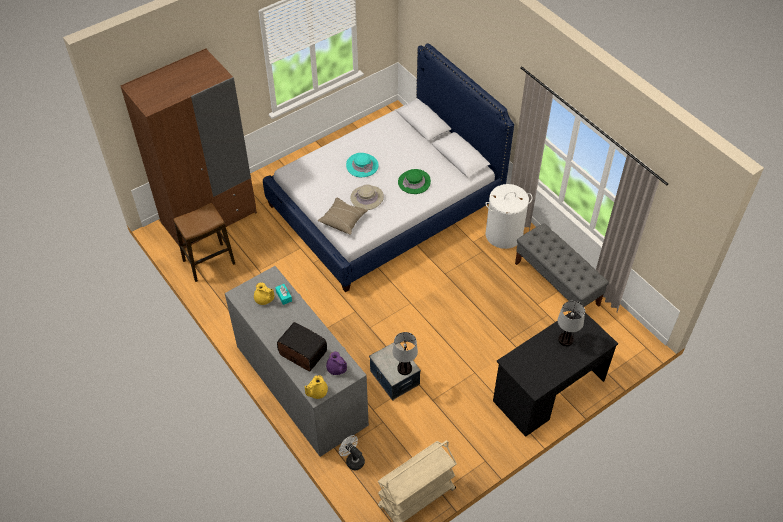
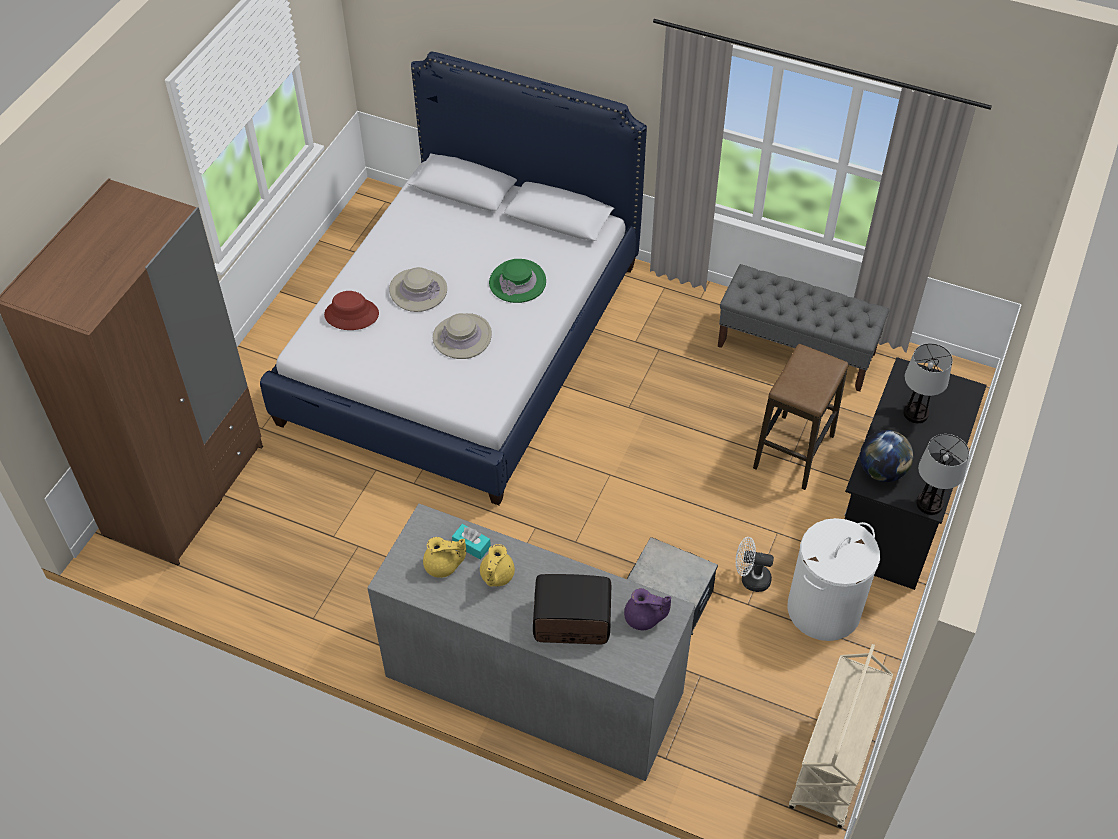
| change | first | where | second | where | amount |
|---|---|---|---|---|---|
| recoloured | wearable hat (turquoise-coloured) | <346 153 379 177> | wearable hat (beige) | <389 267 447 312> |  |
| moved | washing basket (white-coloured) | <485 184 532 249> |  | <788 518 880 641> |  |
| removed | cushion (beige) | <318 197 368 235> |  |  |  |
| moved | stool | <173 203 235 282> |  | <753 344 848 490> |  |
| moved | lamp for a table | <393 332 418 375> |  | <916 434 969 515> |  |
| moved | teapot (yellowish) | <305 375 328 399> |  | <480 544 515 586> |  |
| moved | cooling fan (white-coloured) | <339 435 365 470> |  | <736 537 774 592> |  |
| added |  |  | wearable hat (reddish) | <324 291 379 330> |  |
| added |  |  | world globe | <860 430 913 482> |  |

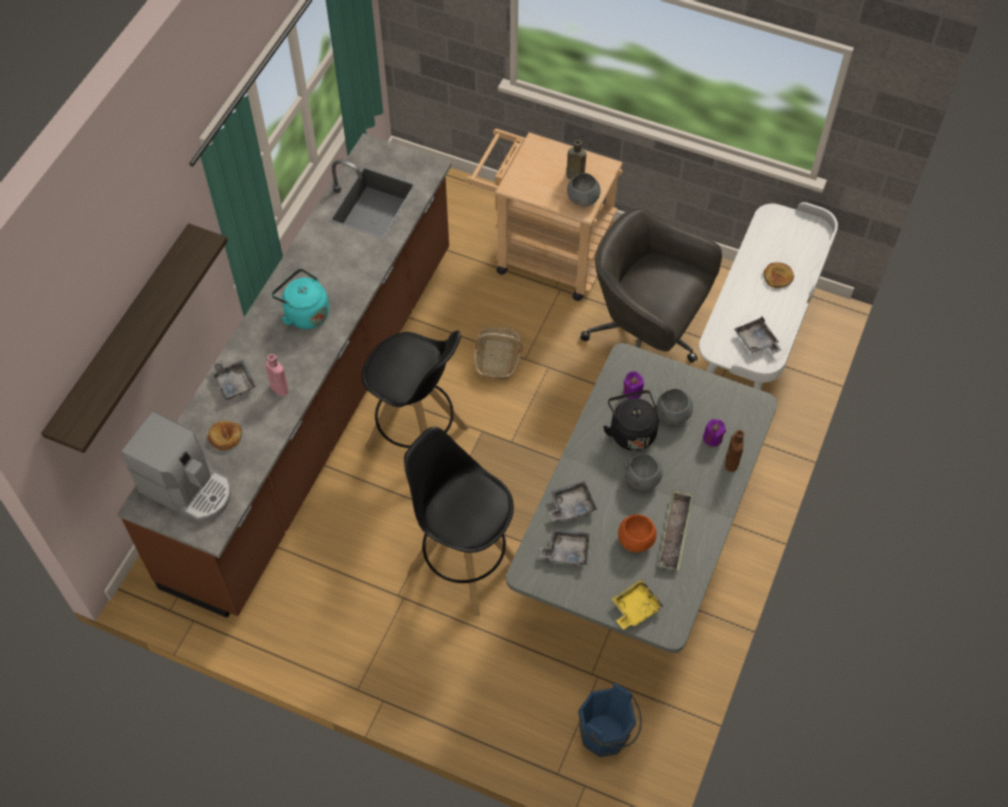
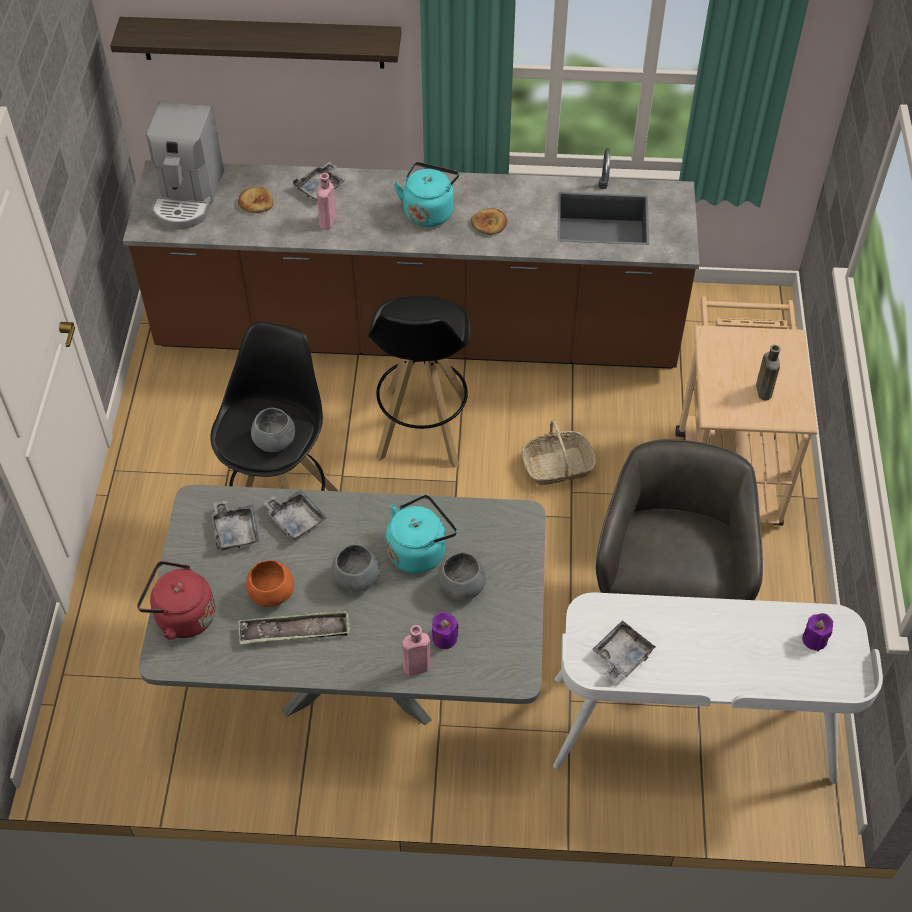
| change | first | where | second | where | amount |
|---|---|---|---|---|---|
| moved | deep dish (gray) | <567 173 601 206> |  | <251 408 295 452> |  |
| moved | bakery bread | <763 262 794 288> |  | <471 208 508 235> |  |
| moved | wax light (purple) | <623 371 644 399> |  | <802 613 833 651> |  |
| recoloured | water kettle (black) | <603 390 659 451> | water kettle (turquoise-coloured) | <386 494 457 574> |  |
| recoloured | drink bottle (brownish) | <726 430 744 472> | drink bottle (pinkish) | <402 625 431 676> |  |
| replaced | tray (yellowish) | <612 579 663 630> | water kettle (reddish) | <137 561 215 640> |  |
| removed | pail (bluish) | <578 682 642 757> |  |  |  |

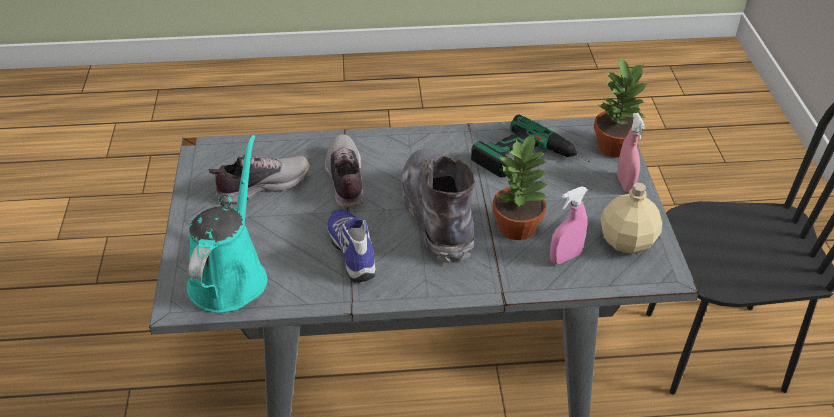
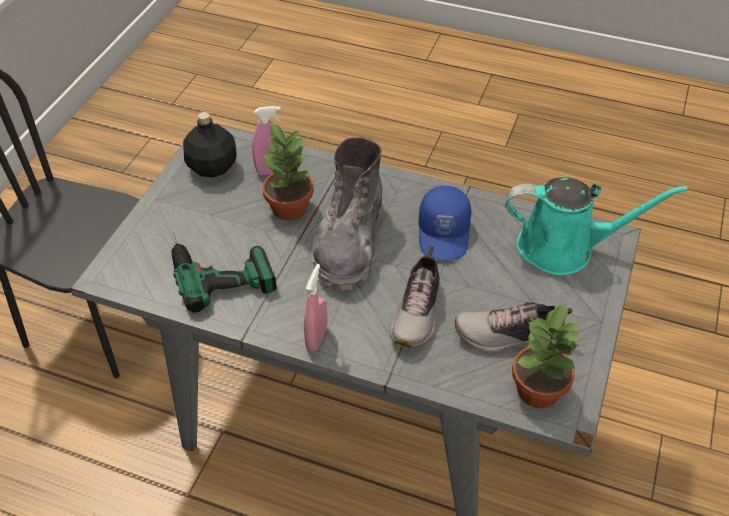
| change | first | where | second | where | amount |
|---|---|---|---|---|---|
| moved | houseplant | <594 57 648 158> |  | <512 303 581 408> |  |
| moved | spray bottle (pinkish) | <617 113 645 193> |  | <304 264 327 352> |  |
| turned | watering pot (turquoise-coloured) | <187 135 267 313> |  | <505 177 688 275> | 120 degrees counterclockwise |
| recoloured | drink bottle (beige) | <601 183 662 254> | drink bottle (black) | <183 112 237 178> |  |
| replaced | item of footwear | <327 209 376 283> | cap (bluish) | <419 186 471 261> |  |

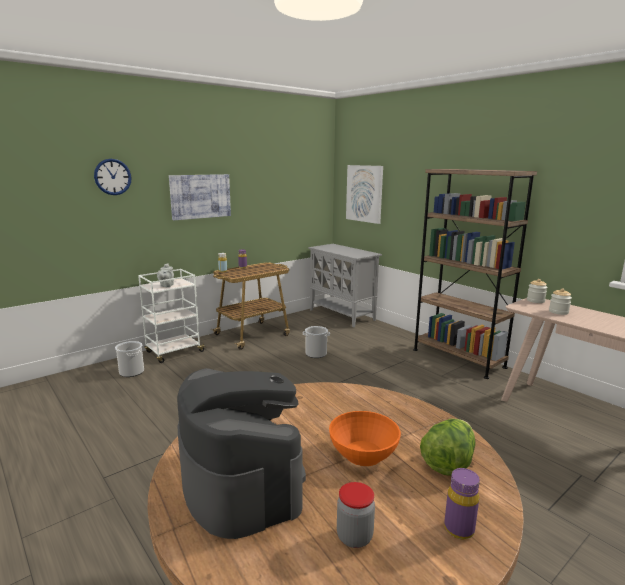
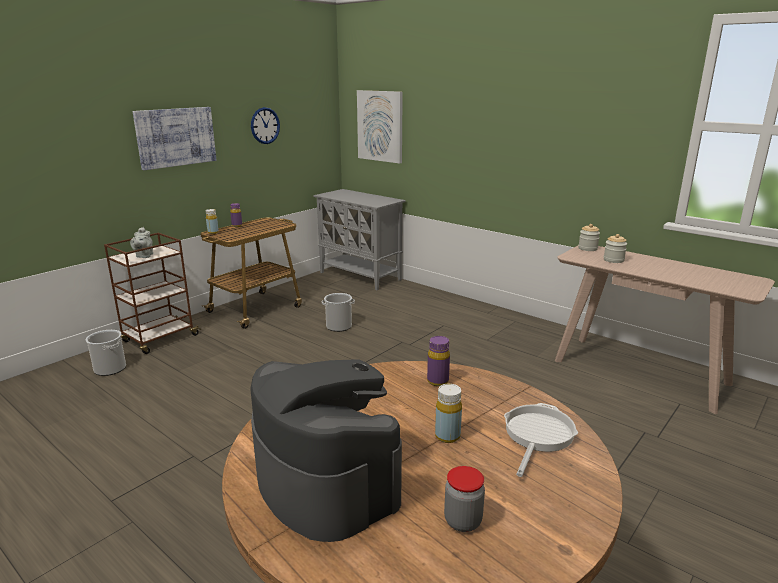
| change | first | where | second | where | amount |
|---|---|---|---|---|---|
| moved | hanging clock | <94 159 131 195> |  | <251 107 280 144> |  |
| removed | bookcase (brownish) | <413 169 537 379> |  |  |  |
| recoloured | trolley (white-coloured) | <138 269 206 363> | trolley (brownish) | <104 233 201 354> |  |
| replaced | deep dish (orangey) | <329 411 401 466> | drink bottle (yellowish) | <435 384 462 443> |  |
| replaced | head of lettuce | <420 419 476 476> | skillet | <504 403 578 477> |  |
| moved | drink bottle (purple) | <444 468 480 540> |  | <427 336 450 386> |  |

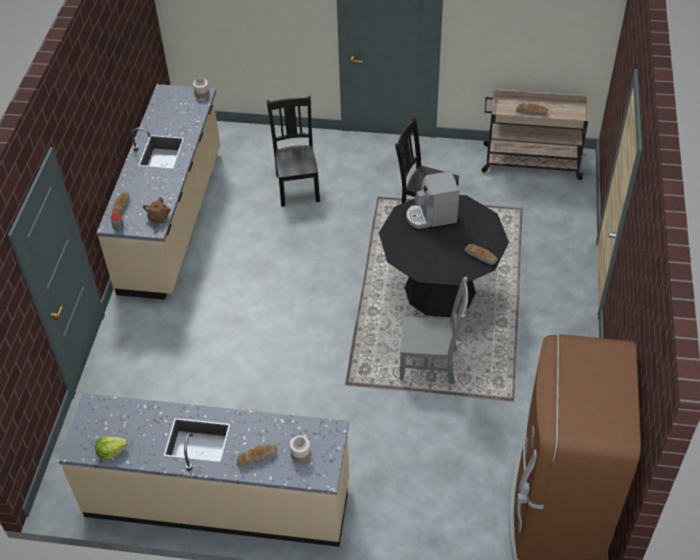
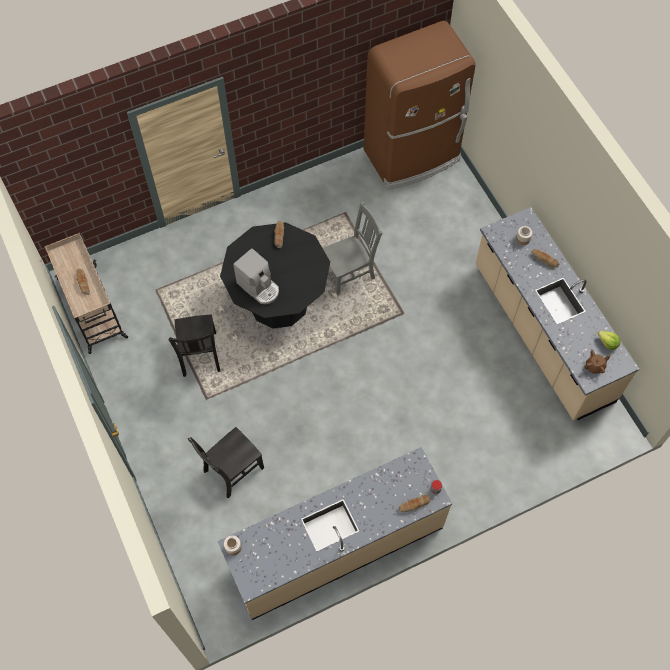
| change | first | where | second | where | amount |
|---|---|---|---|---|---|
| moved | teapot (brownish) | <143 197 171 223> |  | <584 350 611 374> |  |
| turned | plain chair (gray) | <400 277 468 385> |  | <323 201 382 295> | 90 degrees clockwise |

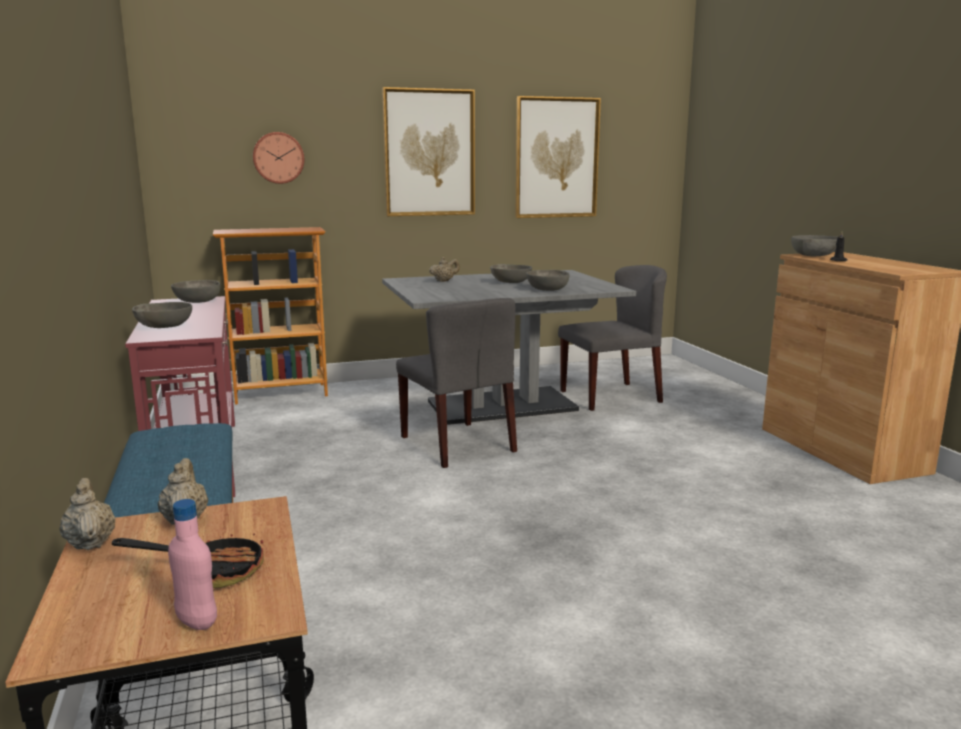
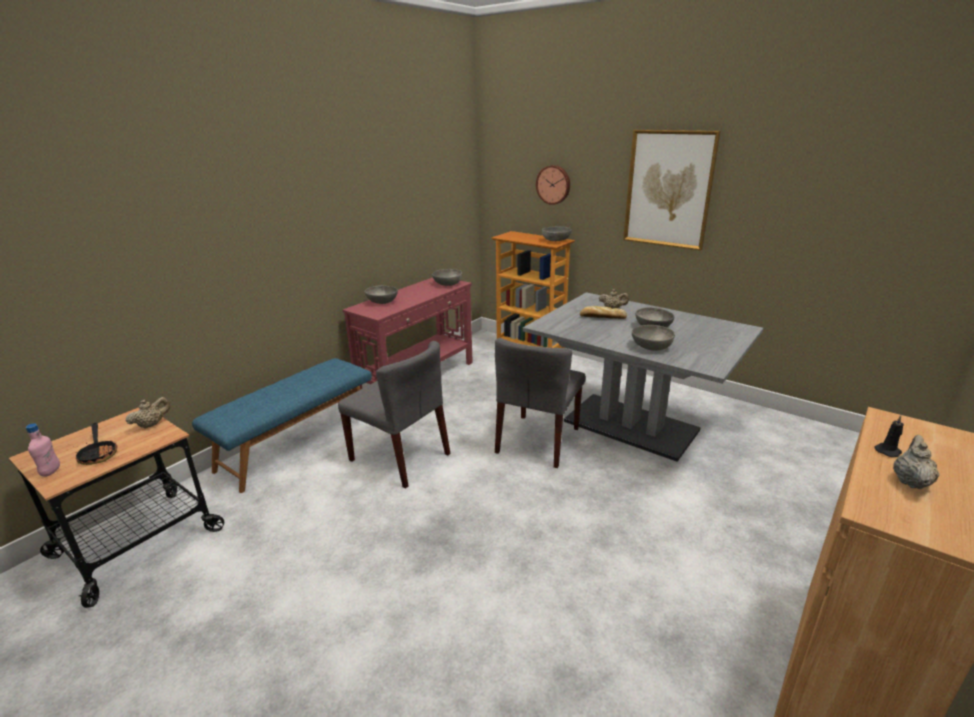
| change | first | where | second | where | amount |
|---|---|---|---|---|---|
| removed | wall picture | <515 96 601 218> |  |  |  |
| moved | deep dish (gray) | <791 235 838 256> |  | <542 226 572 241> |  |
| moved | plain chair (gray) | <558 265 667 411> |  | <338 341 451 488> |  |
| moved | teapot (beige) | <59 478 116 550> |  | <893 435 940 489> |  |
| added |  |  | bakery bread | <580 306 627 319> |  |

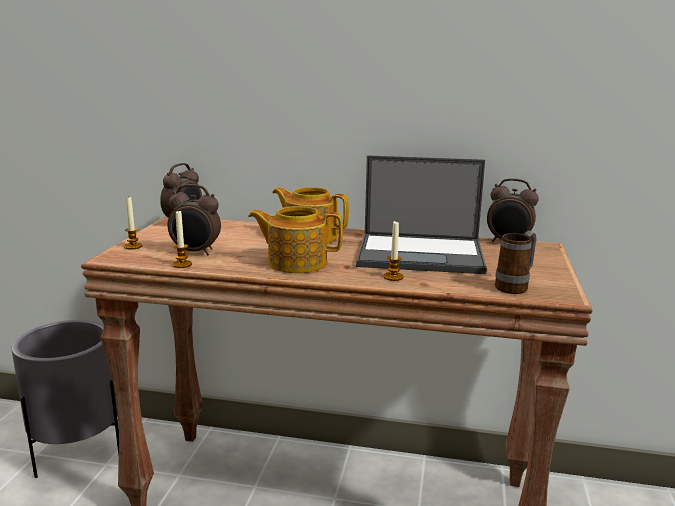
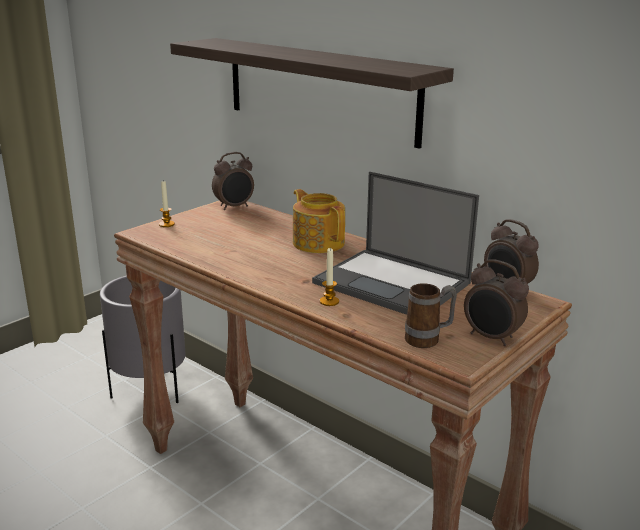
| change | first | where | second | where | amount |
|---|---|---|---|---|---|
| moved | table clock | <167 184 221 255> |  | <464 259 529 346> |  |
| removed | teapot | <248 206 343 273> |  |  |  |
| removed | wax light | <172 210 192 268> |  |  |  |
| added |  |  | bracket shelf | <170 38 454 149> |  |

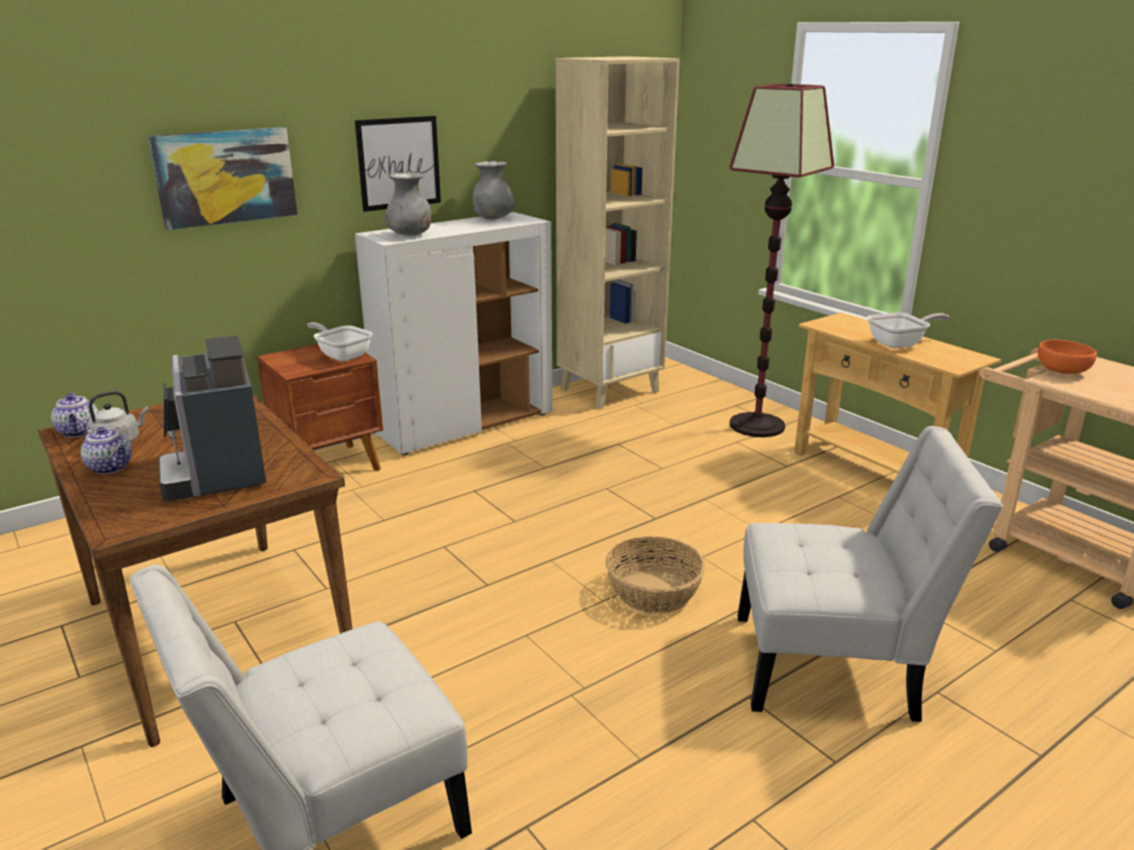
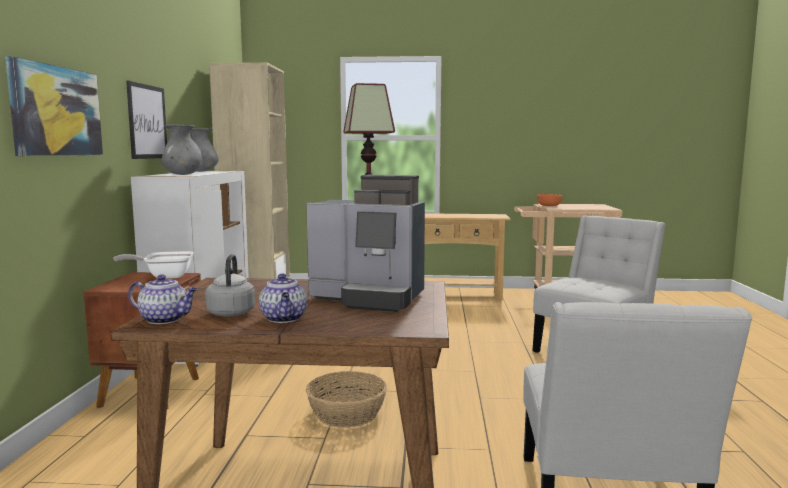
| change | first | where | second | where | amount |
|---|---|---|---|---|---|
| removed | skillet | <867 312 949 348> |  |  |  |
| turned | teapot | <81 427 132 474> |  | <259 274 307 323> | 90 degrees clockwise |
| moved | household basket | <606 536 705 614> |  | <306 371 387 428> |  |

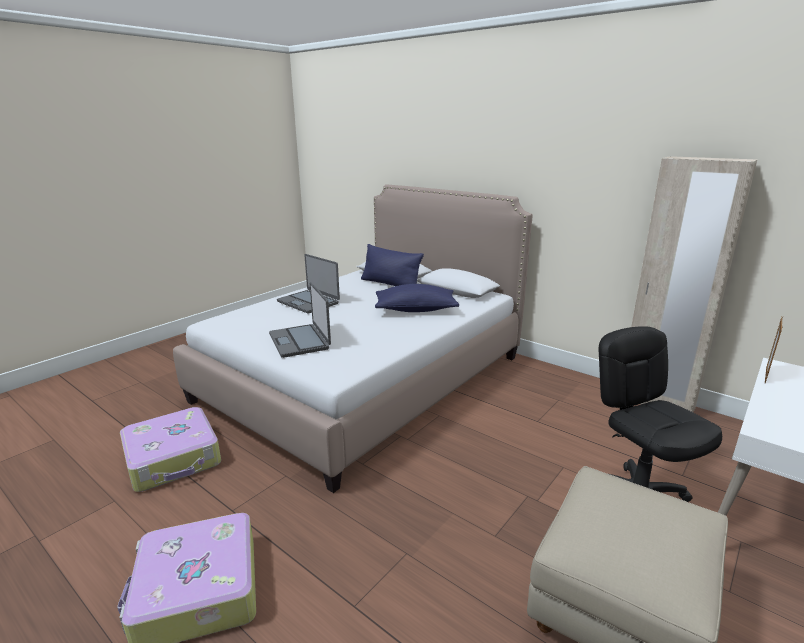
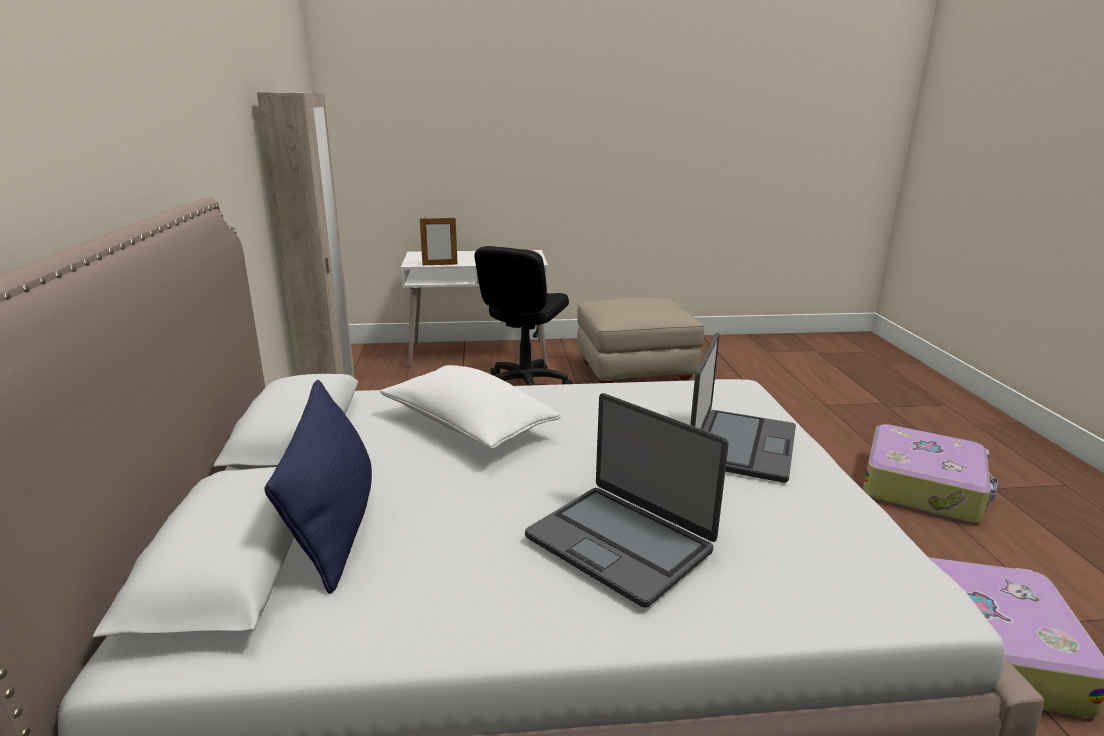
| change | first | where | second | where | amount |
|---|---|---|---|---|---|
| turned | laptop | <277 254 340 314> |  | <525 393 729 608> | 135 degrees clockwise |
| recoloured | cushion (bluish) | <375 284 459 312> | cushion (white-coloured) | <380 365 561 449> |  |

